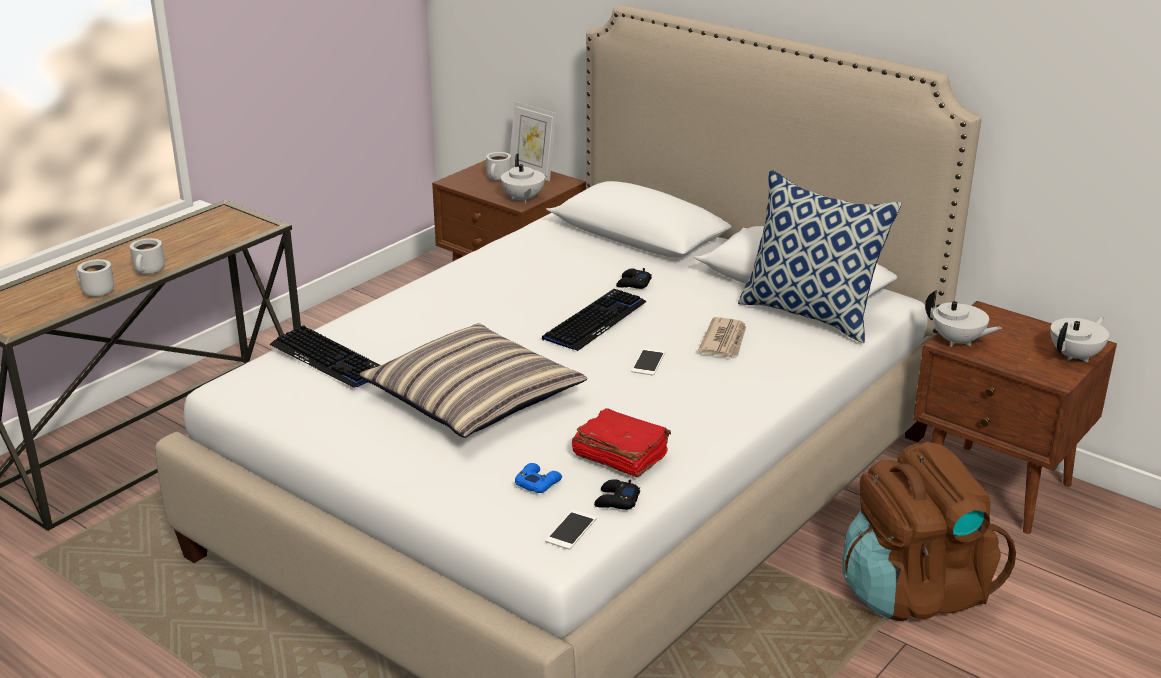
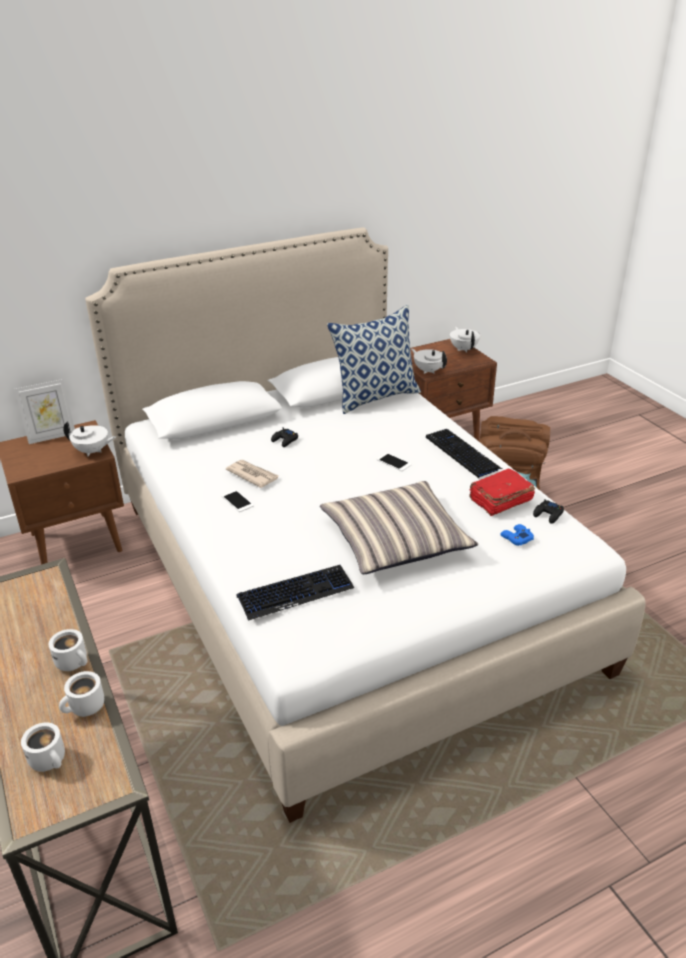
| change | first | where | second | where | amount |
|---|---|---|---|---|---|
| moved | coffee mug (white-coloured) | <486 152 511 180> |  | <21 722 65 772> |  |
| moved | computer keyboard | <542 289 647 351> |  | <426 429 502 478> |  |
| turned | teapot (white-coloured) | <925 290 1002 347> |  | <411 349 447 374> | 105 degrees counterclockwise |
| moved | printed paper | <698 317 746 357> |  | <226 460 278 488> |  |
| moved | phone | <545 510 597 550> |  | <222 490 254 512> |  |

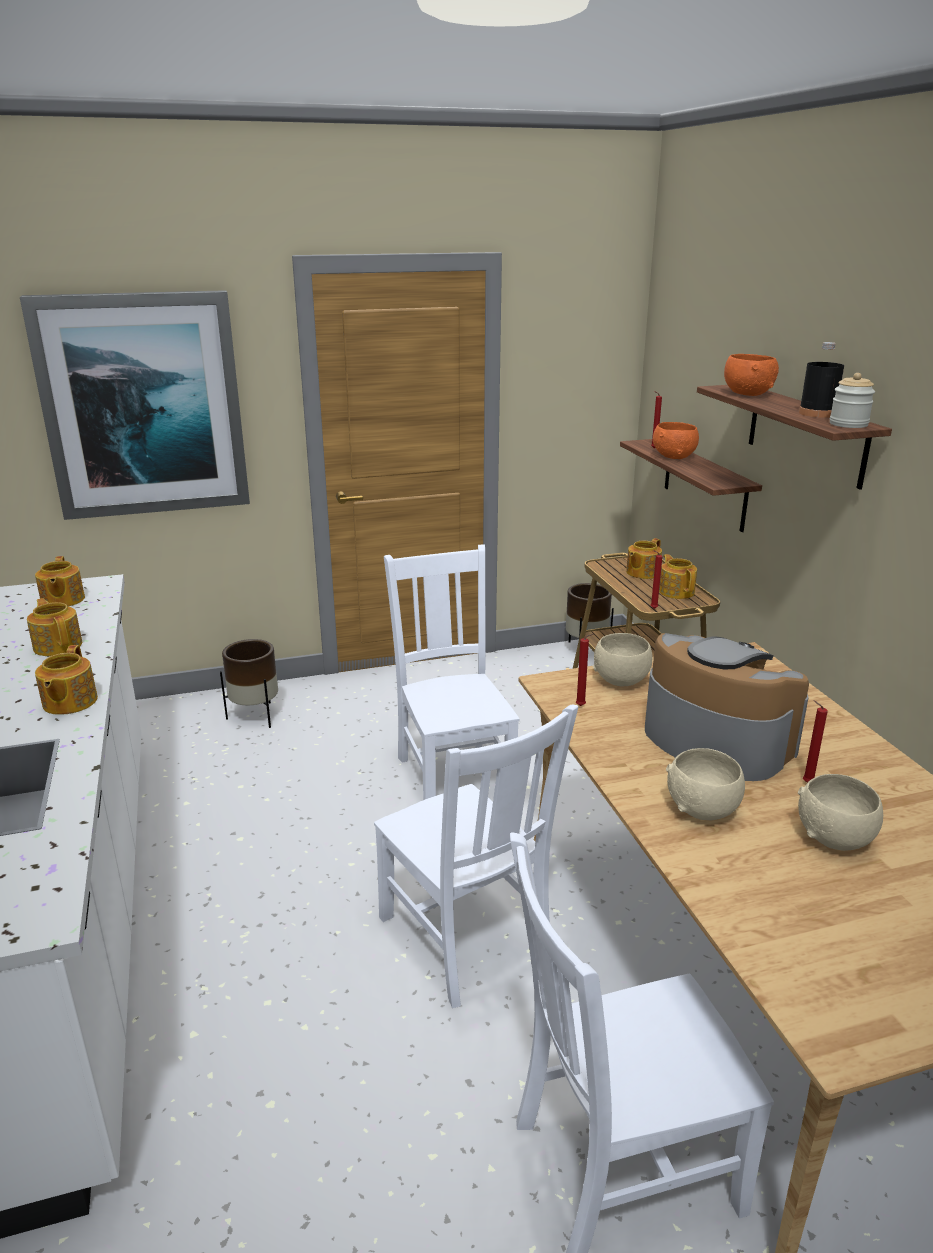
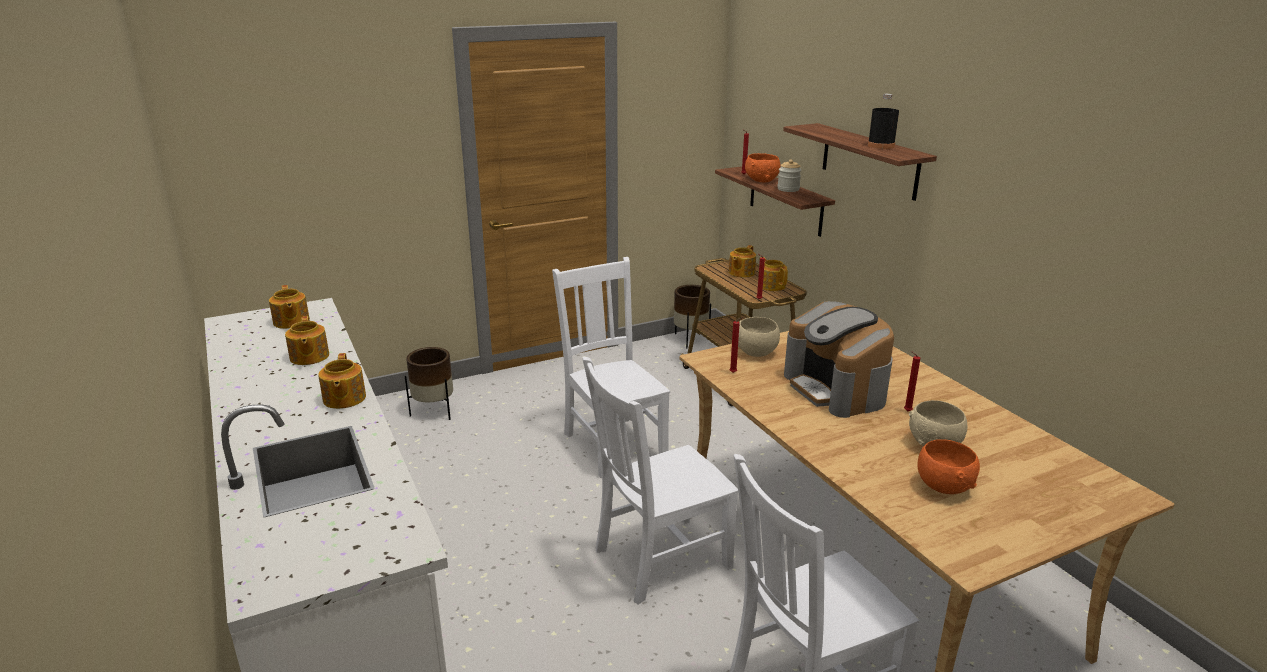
| change | first | where | second | where | amount |
|---|---|---|---|---|---|
| removed | wall picture | <20 290 250 520> |  |  |  |
| moved | deep dish (orangey) | <724 354 779 396> |  | <918 439 980 494> |  |
| moved | storage jar | <830 373 875 428> |  | <777 159 801 192> |  |
| turned | teapot | <27 598 82 656> |  | <285 316 329 365> | 150 degrees counterclockwise |
| turned | coffee maker | <645 633 809 781> |  | <784 301 894 418> | 150 degrees counterclockwise |
| turned | plain chair (white-coloured) | <374 705 578 1008> |  | <582 357 738 605> | 105 degrees clockwise |
| removed | deep dish (beige) | <666 748 745 821> |  |  |  |

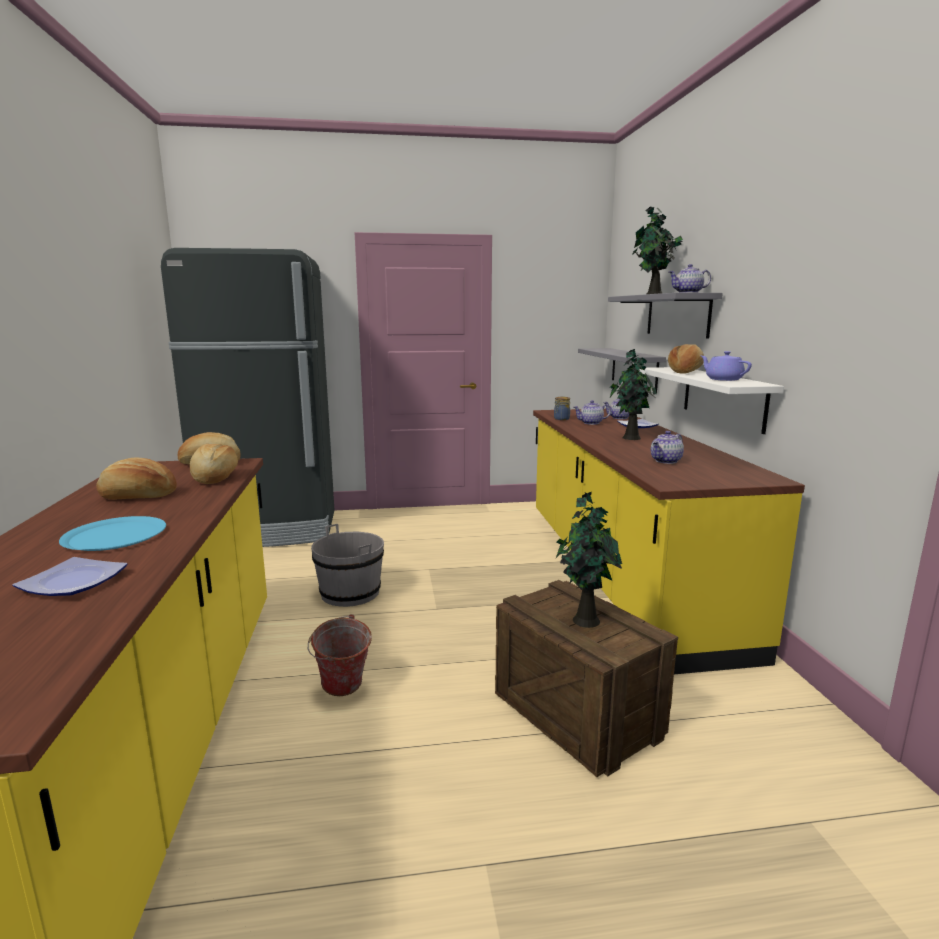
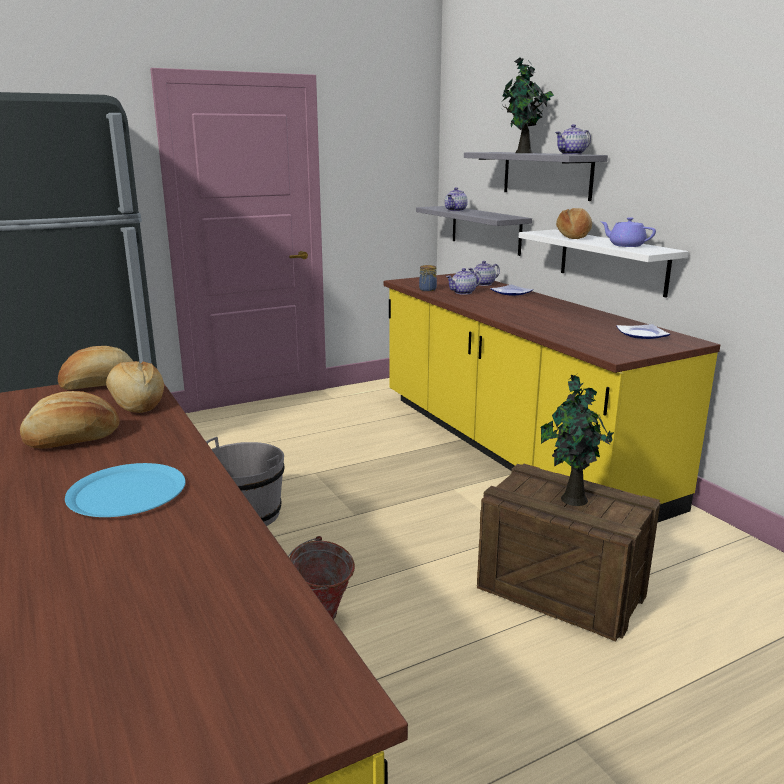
| change | first | where | second | where | amount |
|---|---|---|---|---|---|
| removed | houseplant | <610 349 657 440> |  |  |  |
| moved | teapot | <651 431 684 464> |  | <445 187 468 211> |  |
| moved | dinner plate | <13 557 128 596> |  | <616 324 670 339> |  |

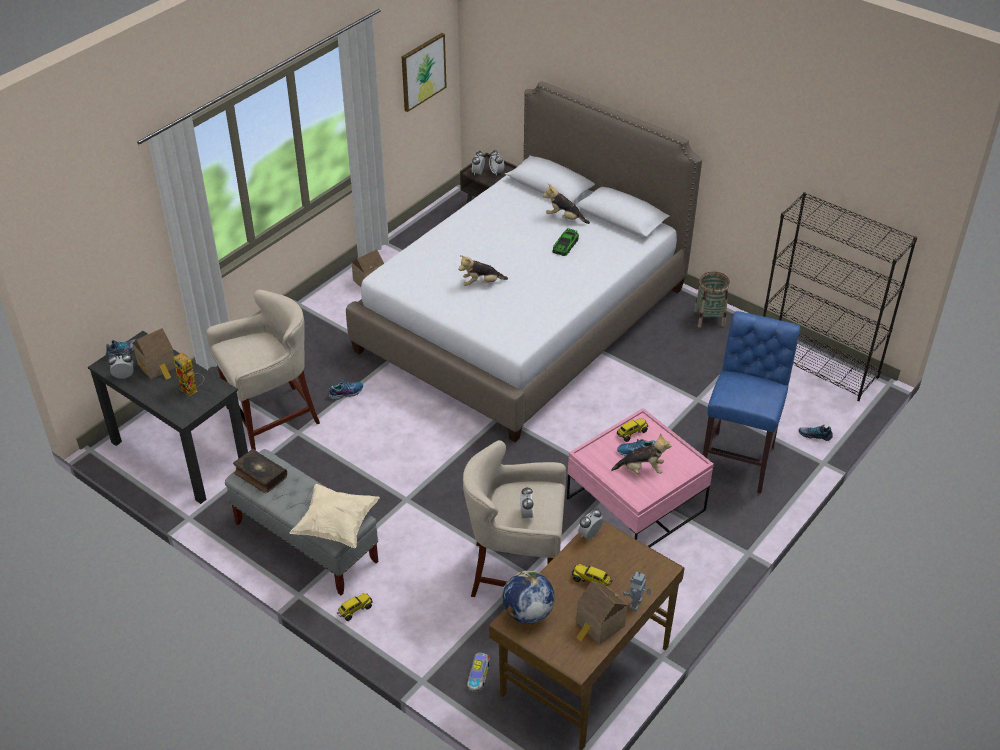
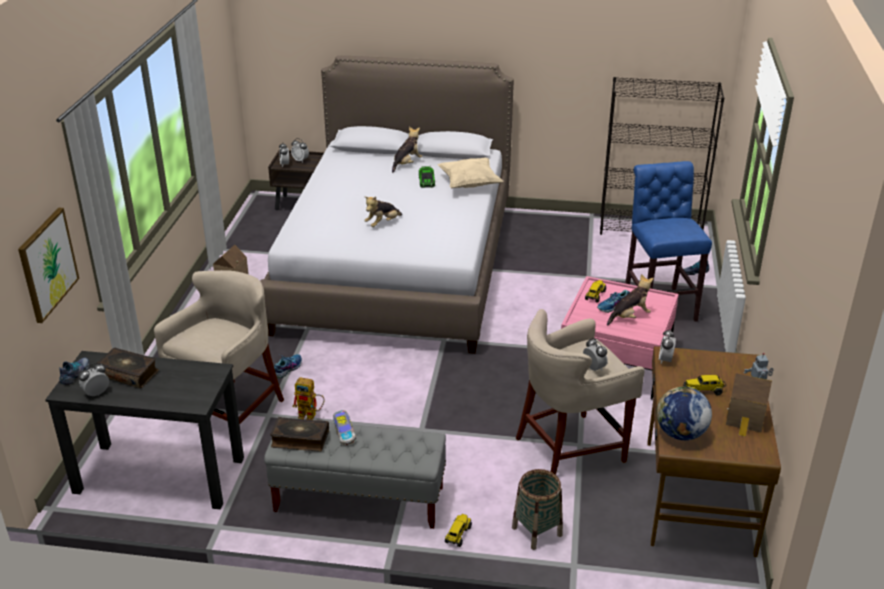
| change | first | where | second | where | amount |
|---|---|---|---|---|---|
| moved | wall picture | <402 33 447 112> |  | <18 208 79 323> |  |
| turned | cuddly toy | <543 183 590 224> |  | <392 127 422 173> | 135 degrees clockwise |
| moved | household basket | <694 271 730 328> |  | <512 469 563 550> |  |
| replaced | toy house | <132 328 176 380> | bound book | <98 348 159 388> |  |
| moved | robot figure | <173 352 204 397> |  | <292 377 325 420> |  |
| moved | cushion (beige) | <290 484 380 548> |  | <437 157 503 188> |  |
| moved | model car | <467 653 490 692> |  | <333 410 356 445> |  |

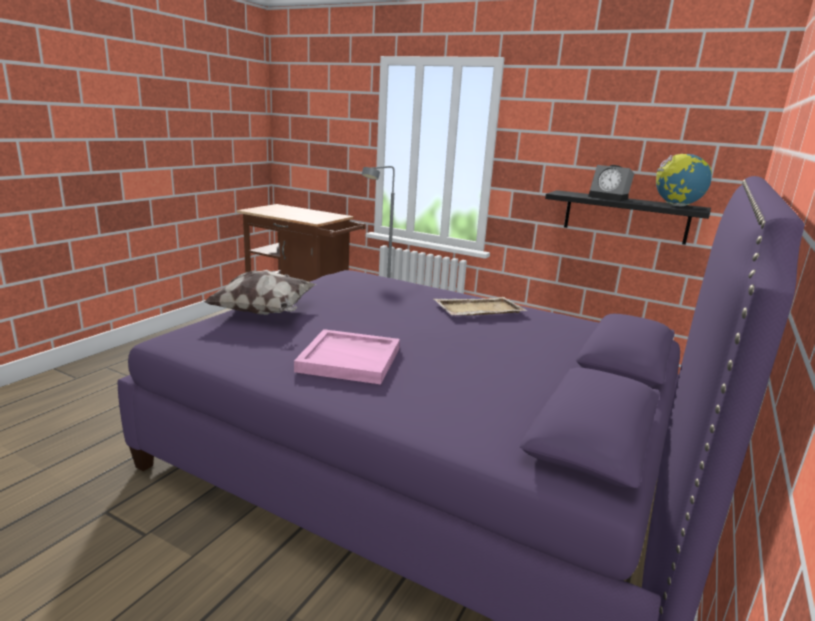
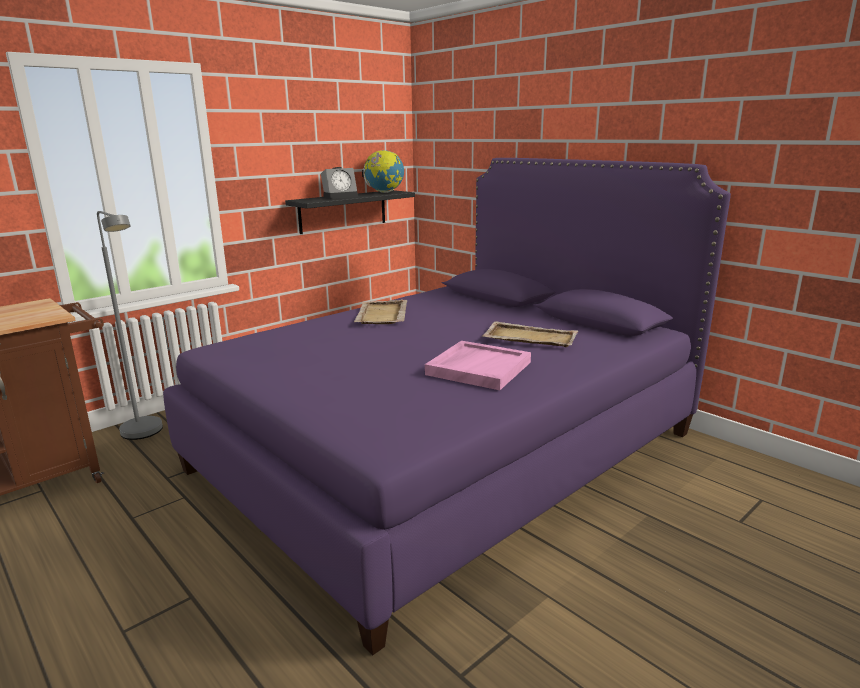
| change | first | where | second | where | amount |
|---|---|---|---|---|---|
| removed | cushion | <204 270 317 315> |  |  |  |
| added |  |  | tray (beige) | <482 321 578 347> |  |

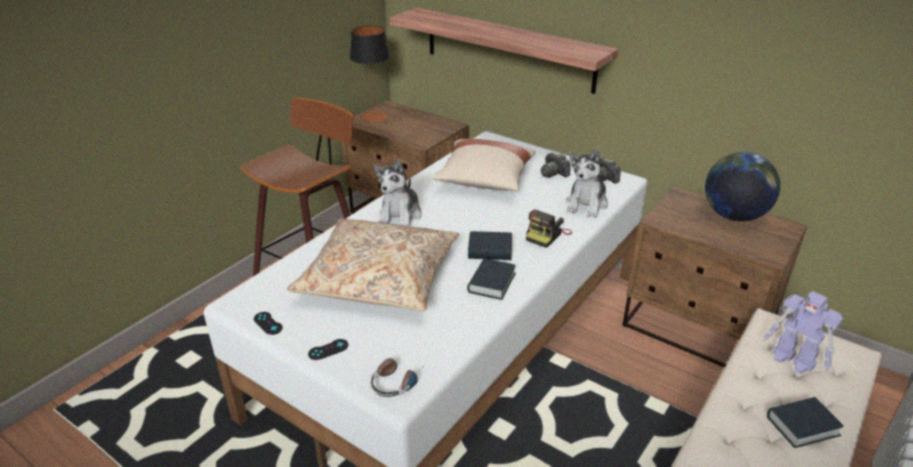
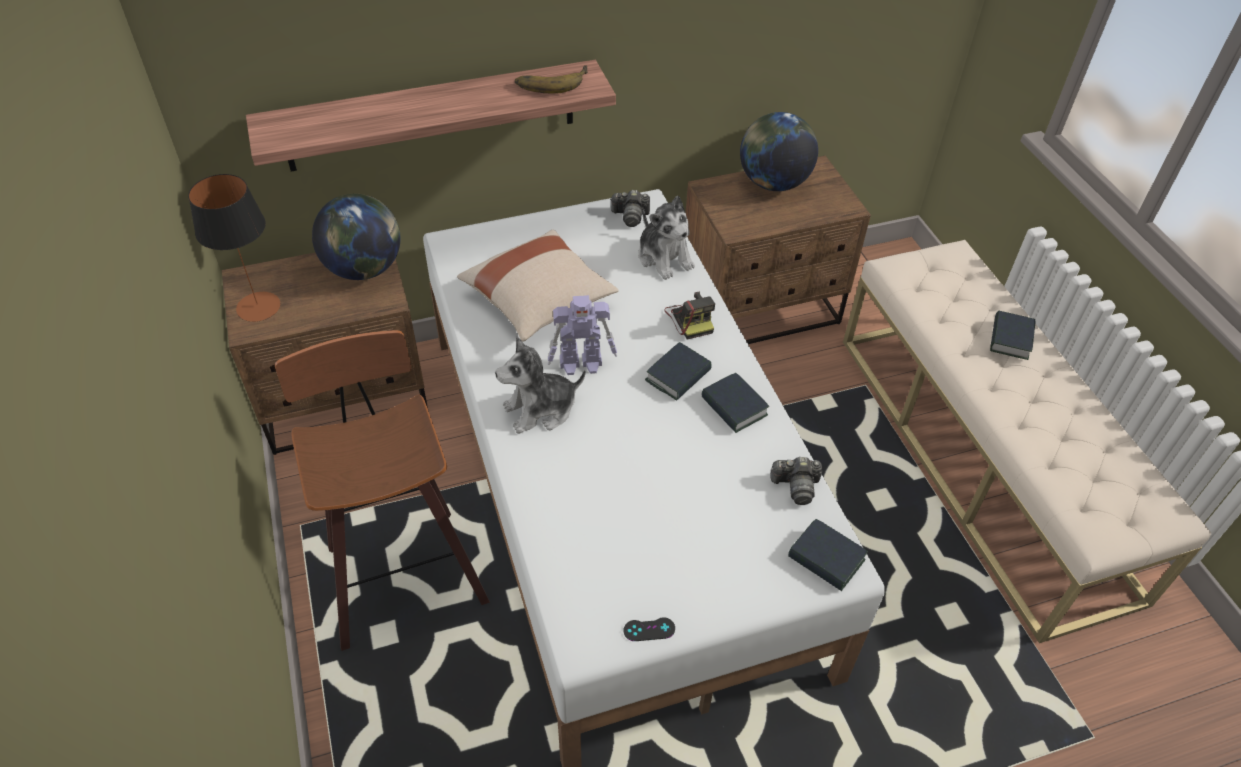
| change | first | where | second | where | amount |
|---|---|---|---|---|---|
| moved | photo camera | <541 152 571 178> |  | <770 457 822 505> |  |
| turned | cuddly toy | <374 159 422 226> |  | <495 337 585 434> | 105 degrees clockwise |
| removed | cushion (beige) | <287 218 459 311> |  |  |  |
| moved | robot figure | <763 291 843 374> |  | <548 295 617 375> |  |
| removed | gamepad (black) | <308 339 348 360> |  |  |  |
| replaced | headset | <371 358 428 397> | bound book | <788 519 868 591> |  |
| added |  |  | banana | <515 65 588 94> |  |
| added |  |  | world globe | <312 194 401 280> |  |

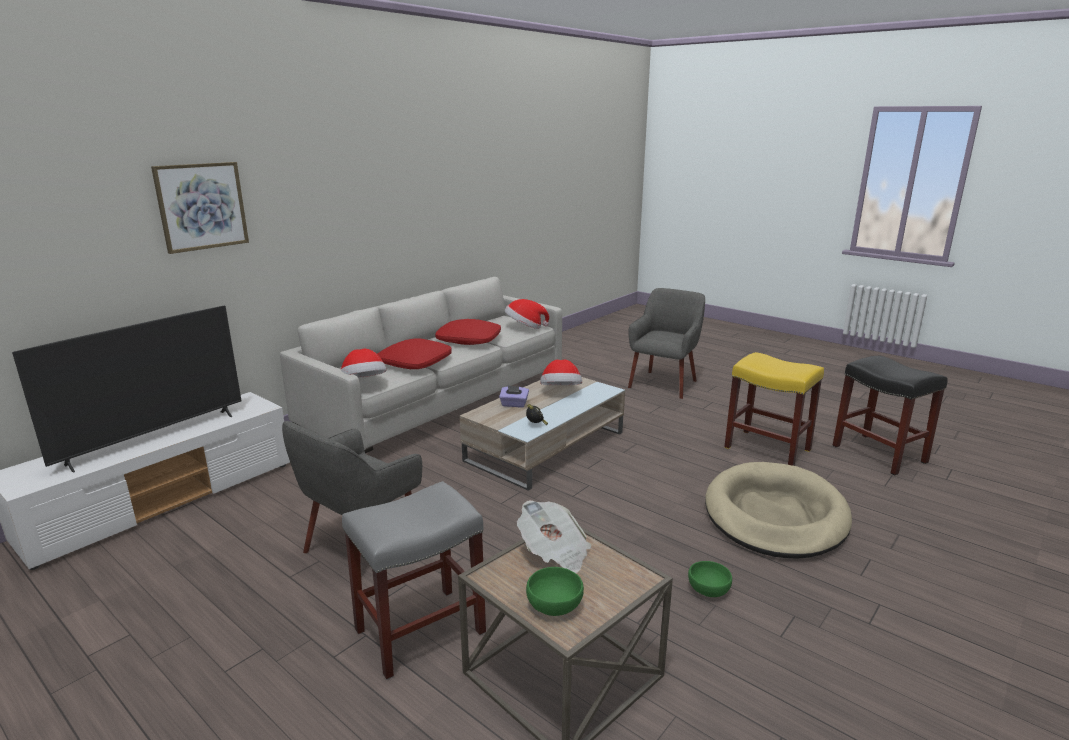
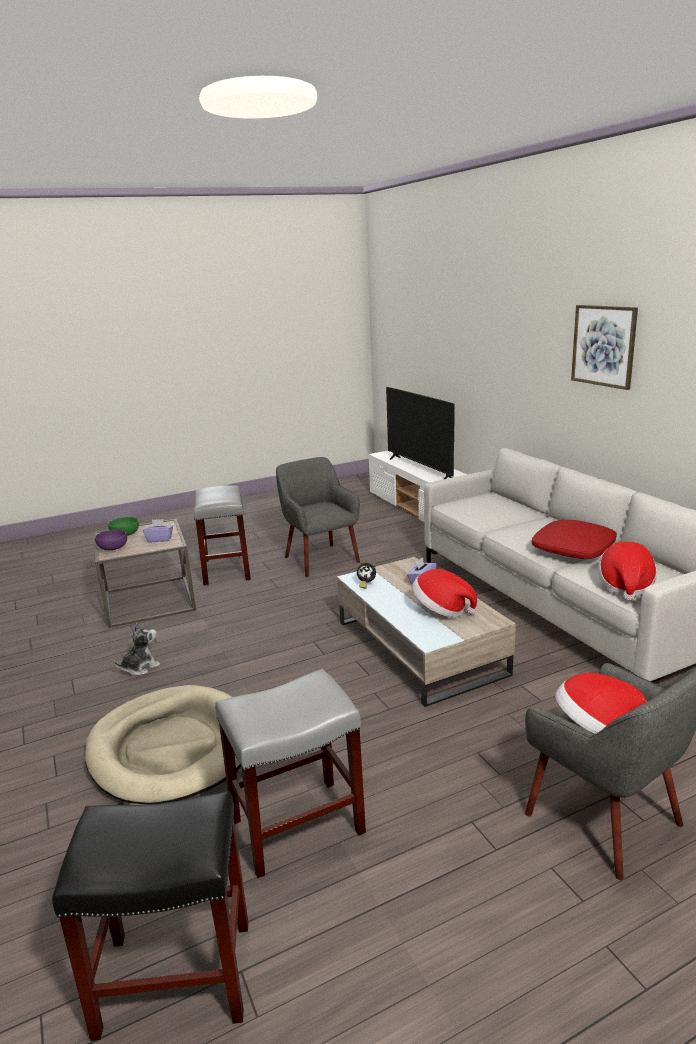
| change | first | where | second | where | amount |
|---|---|---|---|---|---|
| moved | wall picture | <151 162 249 254> |  | <571 305 638 390> |  |
| removed | cushion (reddish) | <377 338 452 369> |  |  |  |
| moved | wearable hat | <341 349 387 378> |  | <555 673 648 734> |  |
| recoloured | stool (yellowish) | <724 352 824 466> | stool (gray) | <215 669 366 879> |  |
| replaced | printed paper | <517 500 592 573> | box of tissues (purple) | <143 519 173 542> |  |
| replaced | deep dish (green-coloured) | <688 561 732 597> | cuddly toy | <114 623 161 676> |  |
| added |  |  | deep dish (purple) | <95 530 127 550> |  |

